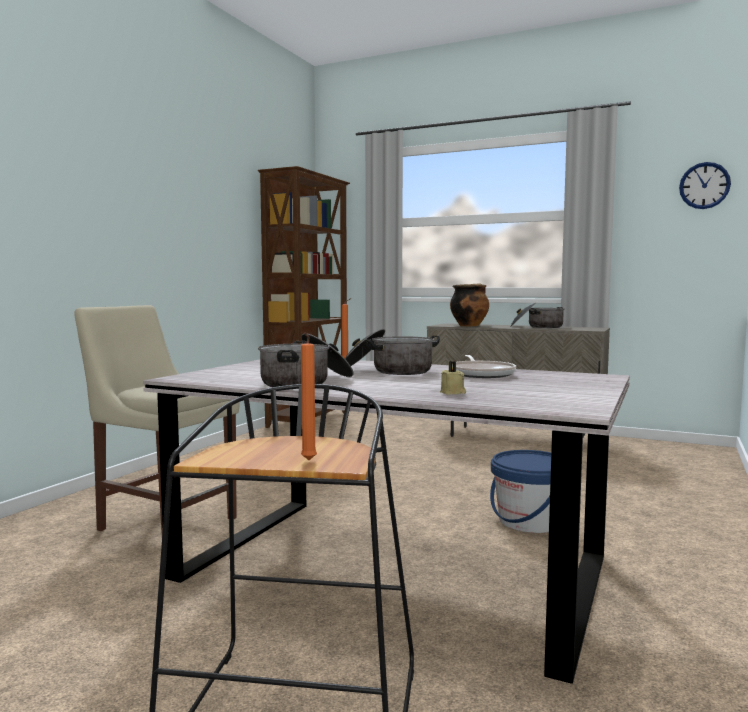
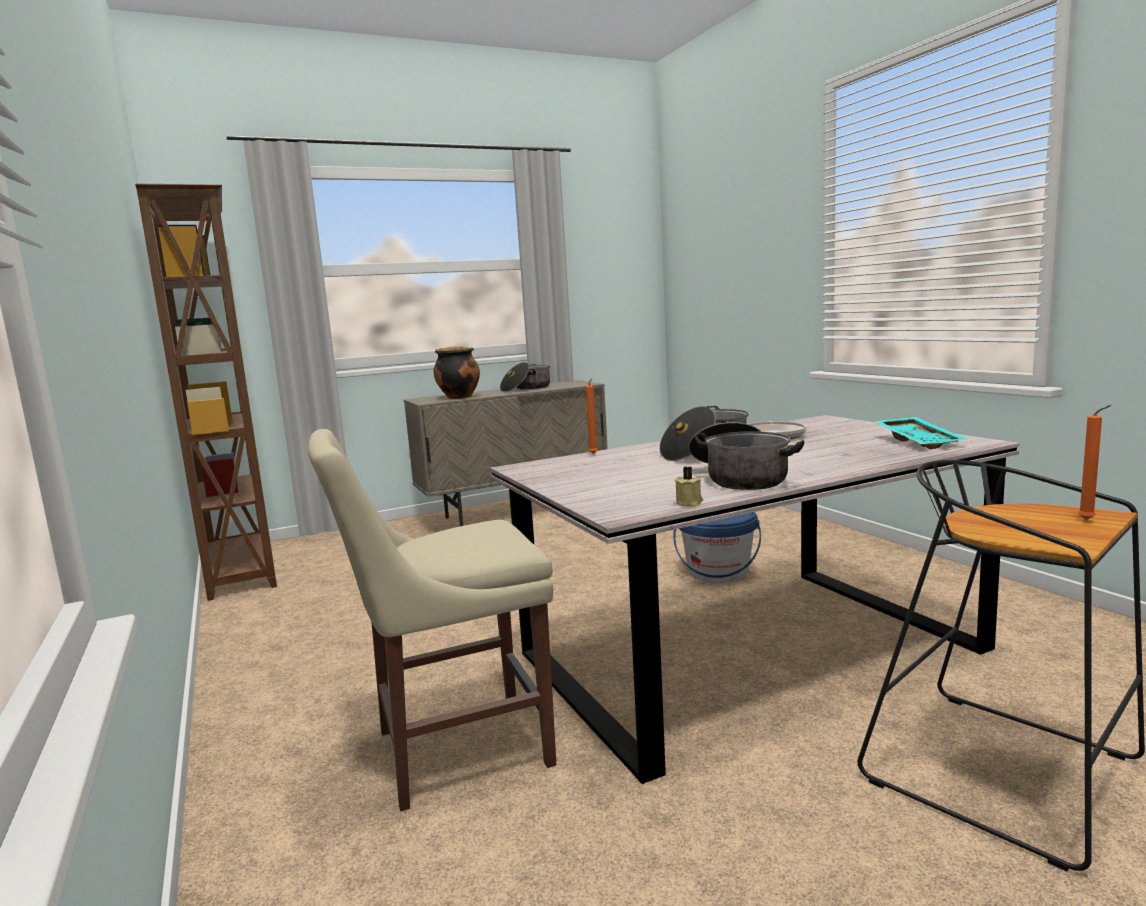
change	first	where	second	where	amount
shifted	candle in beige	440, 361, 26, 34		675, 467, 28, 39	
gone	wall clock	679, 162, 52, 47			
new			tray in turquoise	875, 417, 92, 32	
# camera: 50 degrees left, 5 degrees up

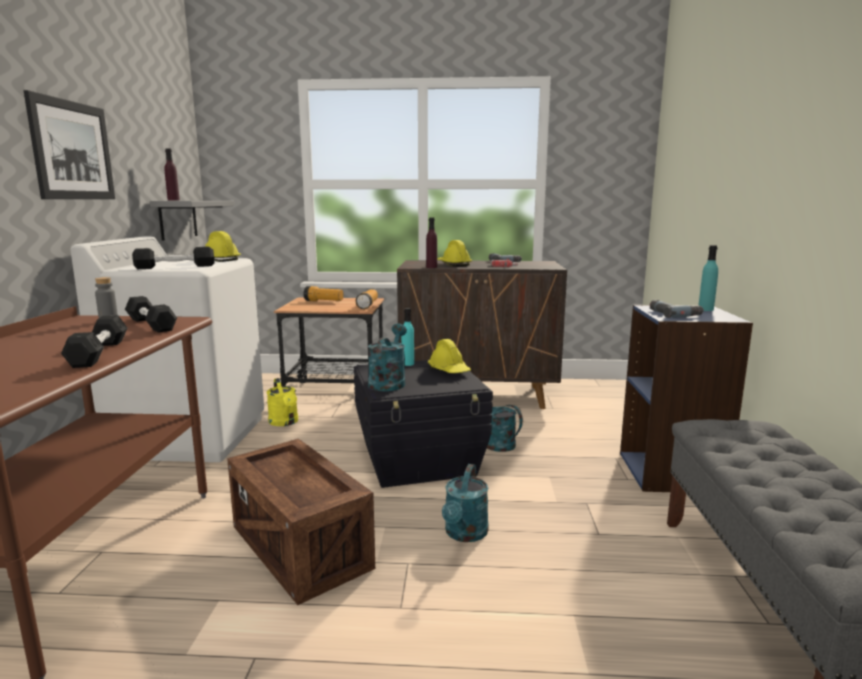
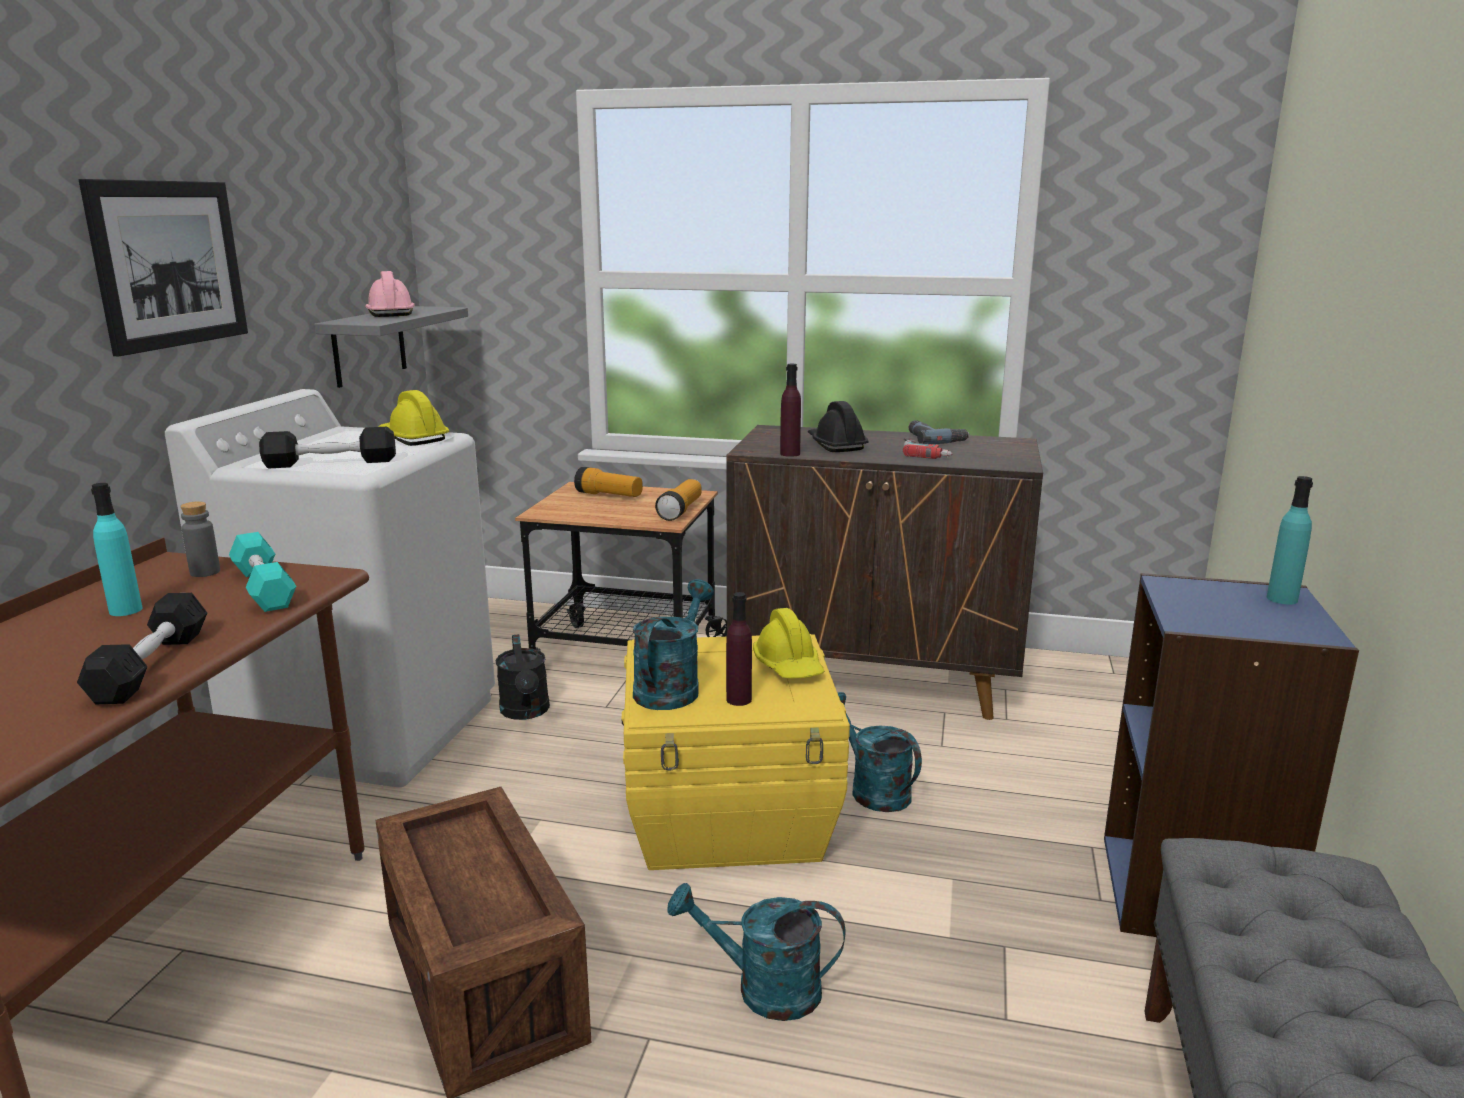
change	first	where	second	where	amount
repainted	dumbbell in black	125, 296, 52, 37	dumbbell in turquoise	229, 532, 67, 80	
shifted	bottle in purple	164, 148, 16, 53		726, 592, 26, 114	
repainted	watering can in yellow	266, 378, 32, 48	watering can in black	496, 634, 54, 86	
repainted	storage box in black	354, 360, 139, 128	storage box in yellow	622, 634, 228, 236	
shifted	bottle in turquoise	401, 308, 13, 58		91, 483, 52, 133	
repainted	hard hat in yellow	437, 240, 35, 27	hard hat in black	808, 401, 61, 51	
rotated	watering can in turquoise	442, 464, 47, 78		668, 883, 177, 138	75 degrees clockwise
gone	power drill	650, 300, 54, 18			
new			hard hat in pink	365, 271, 50, 46	
# camera: 10 degrees right, 5 degrees up

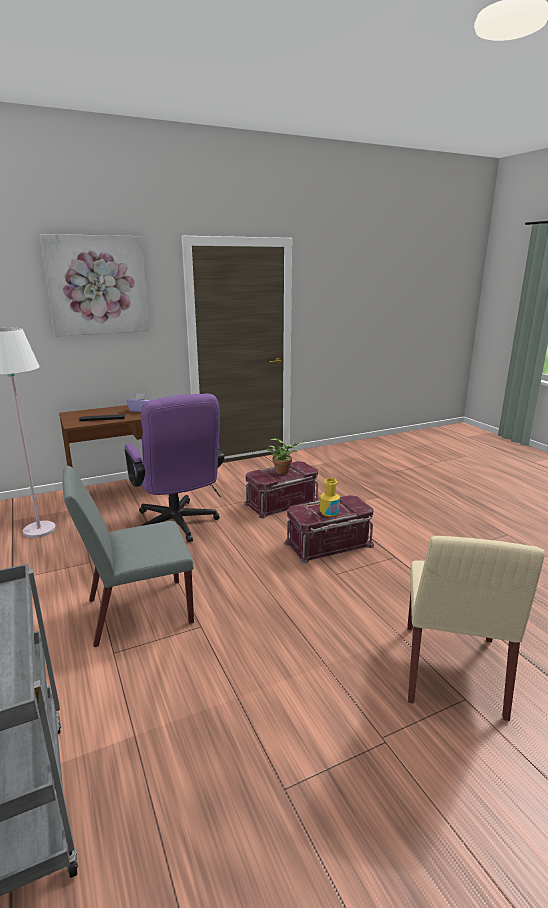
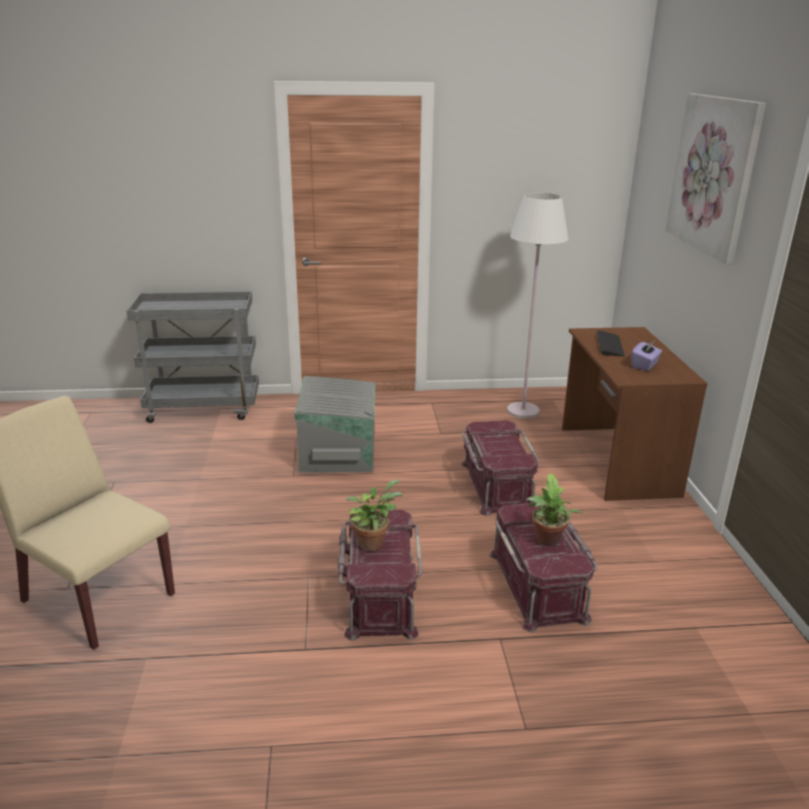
change	first	where	second	where	amount
swapped	chair in grey	62, 466, 132, 181	storage box in grey	295, 376, 80, 96	
swapped	office chair in purple	124, 394, 100, 148	storage box in red	462, 420, 77, 96	
swapped	bottle in yellow	320, 478, 20, 39	potted plant	346, 480, 56, 71	
# camera: 110 degrees right, 5 degrees up

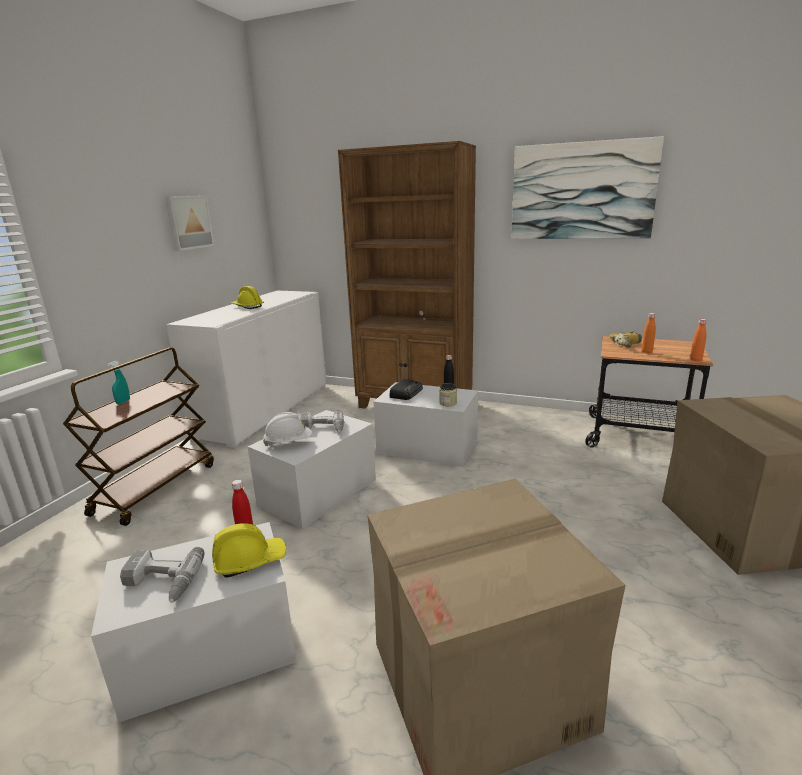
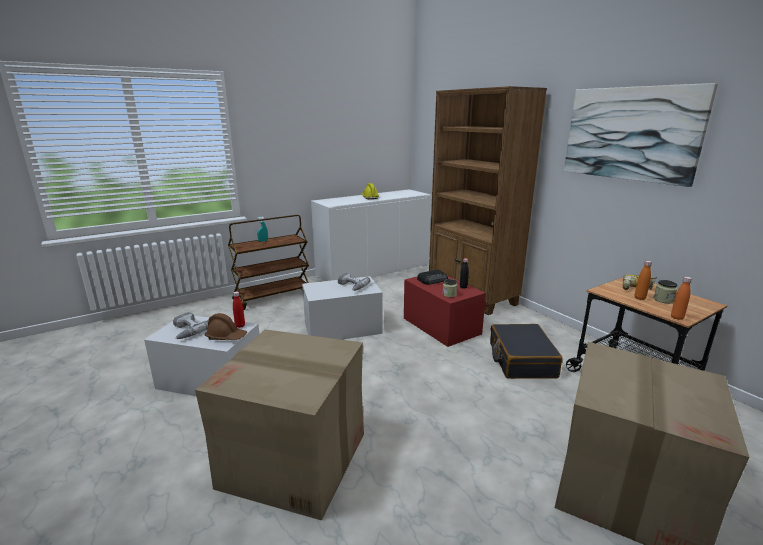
change	first	where	second	where	amount
gone	picture	165, 195, 50, 56			
repainted	hard hat in yellow	212, 523, 74, 54	hard hat in brown	205, 313, 42, 27	
gone	hard hat in white	263, 412, 49, 34			
repainted	storage box in white	374, 382, 104, 85	storage box in red	404, 276, 82, 71	
new			suitcase in black	490, 324, 73, 55	
new			jar	654, 280, 23, 24	
# camera: 35 degrees right, 0 degrees up

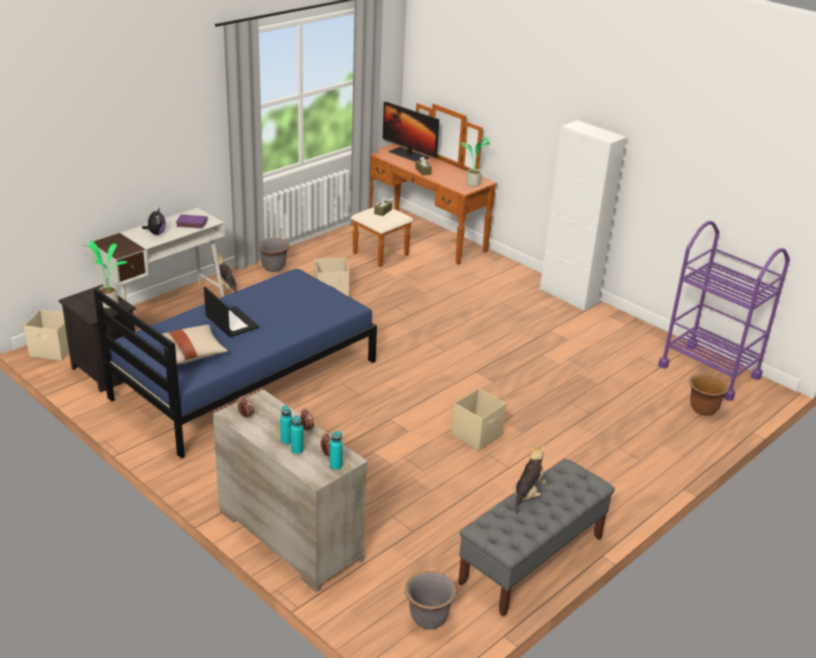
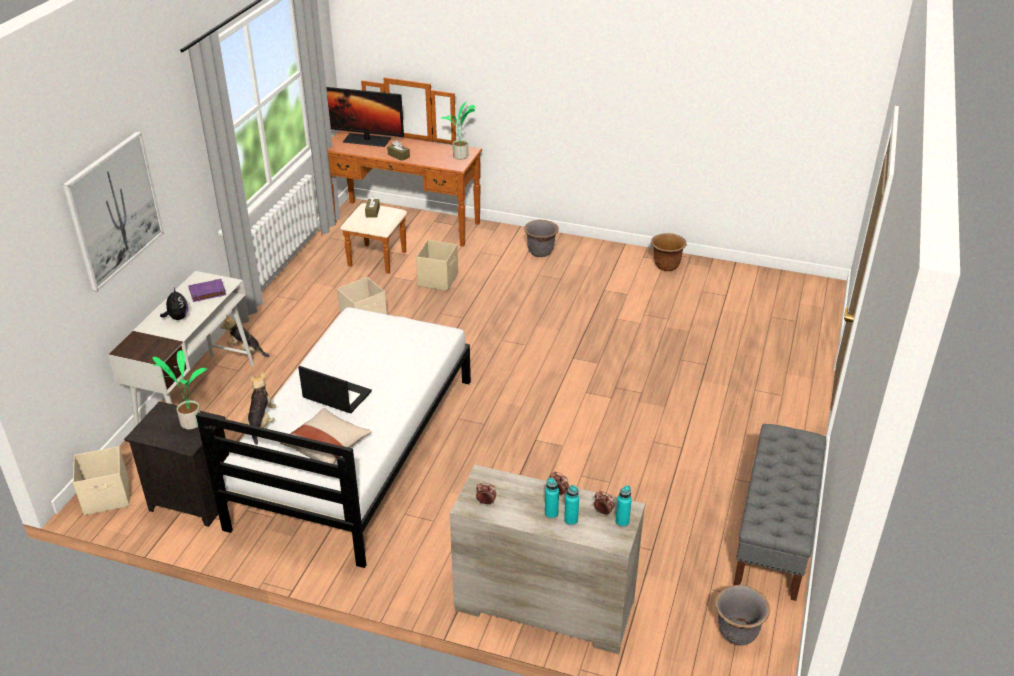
change	first	where	second	where	amount
repainted	bed in blue	93, 269, 284, 189	bed in white	196, 307, 275, 261	
shifted	planter in grey	257, 238, 33, 34		524, 220, 35, 37	
shifted	storage box in beige	452, 388, 54, 63		416, 240, 42, 51	
shifted	plush toy	513, 445, 33, 69		246, 372, 30, 73	
gone	cabinet in white	540, 120, 87, 191			
gone	cart in purple	658, 221, 132, 180			
shifted	planter in brown	689, 374, 40, 42		651, 233, 36, 38	
new			picture	62, 132, 102, 160	
# camera: 25 degrees left, 5 degrees up

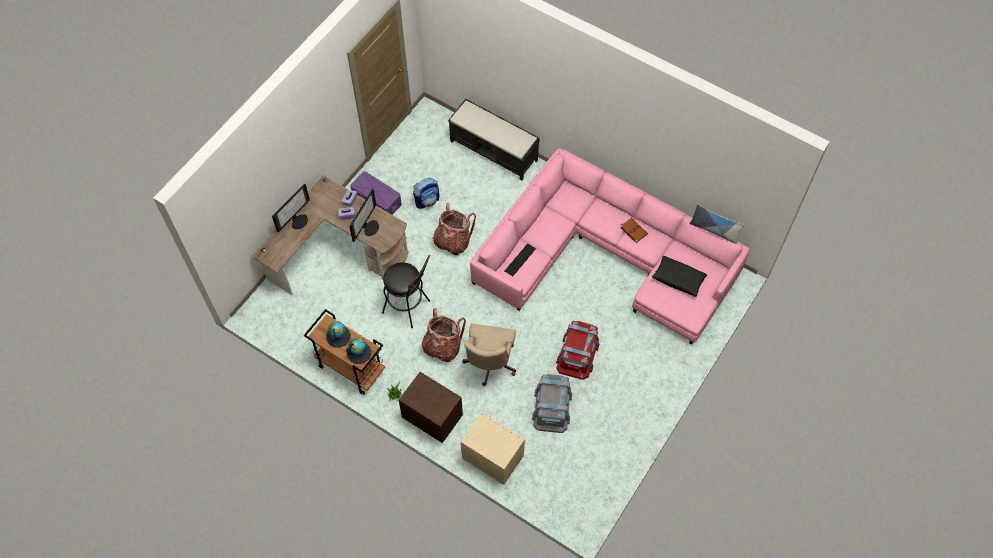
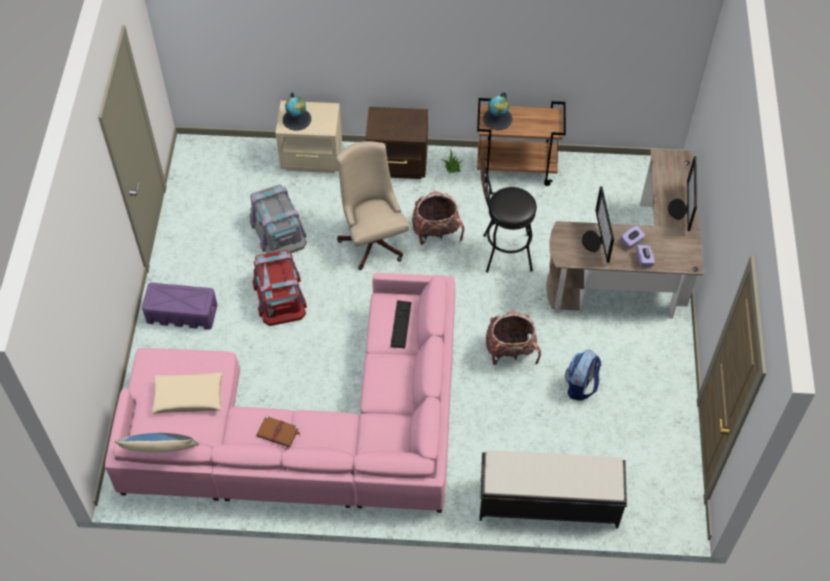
change	first	where	second	where	amount
shifted	globe	326, 321, 25, 27		283, 93, 28, 38	
shifted	storage box in purple	350, 171, 52, 44		142, 283, 75, 47	
repainted	pillow in black	652, 256, 55, 41	pillow in beige	152, 372, 71, 42	
# camera: 150 degrees right, 5 degrees down

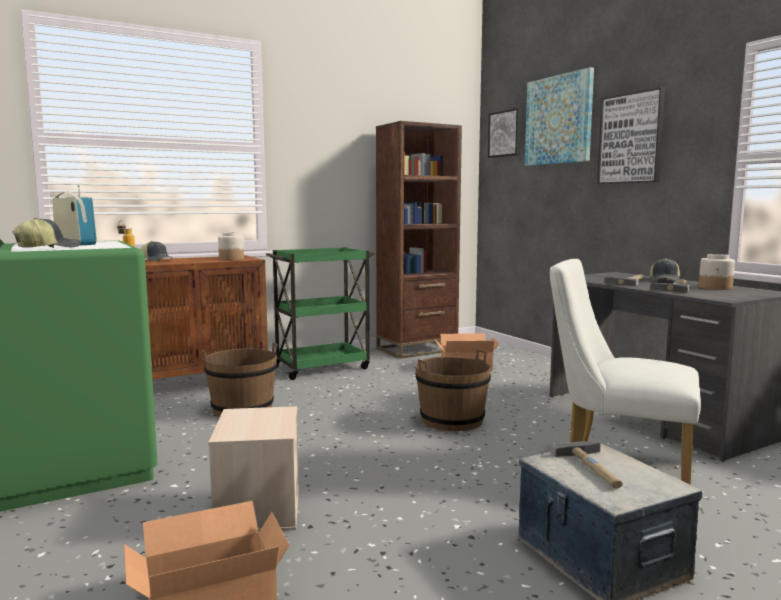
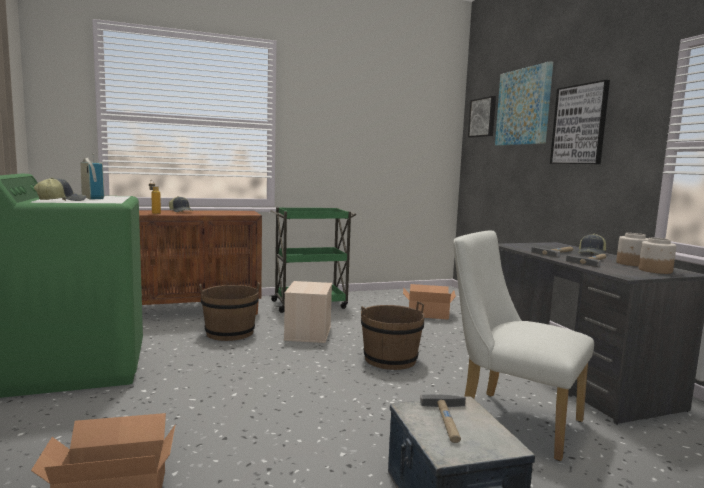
change	first	where	second	where	amount
shifted	storage box in beige	208, 406, 91, 126		284, 281, 48, 62	
shifted	jar	218, 232, 26, 29		639, 238, 37, 36	
gone	bookcase in brown	376, 121, 86, 238			
# camera: 10 degrees right, 0 degrees up

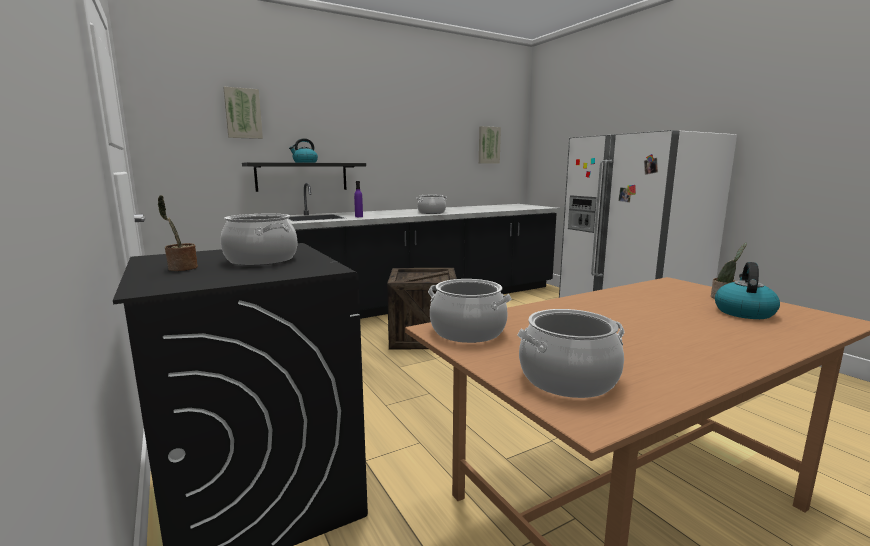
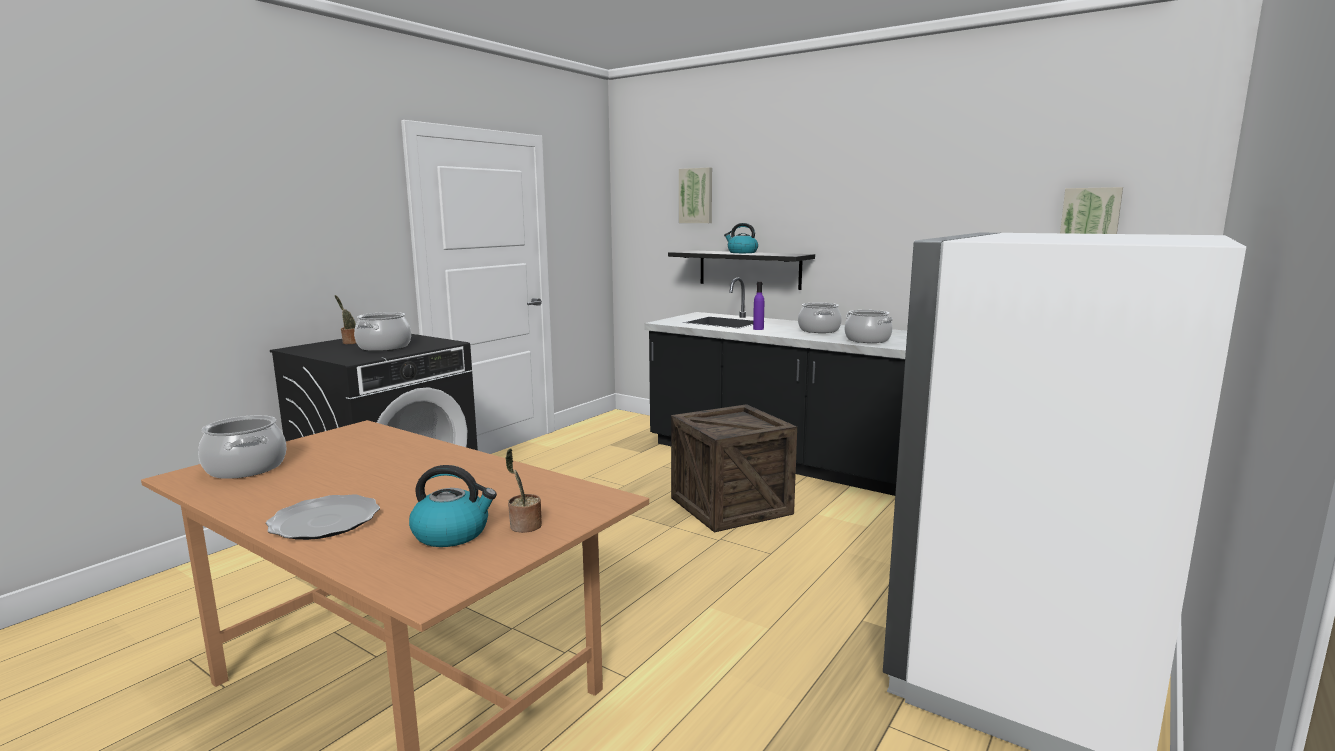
change	first	where	second	where	amount
shifted	cooking pot	428, 279, 84, 64		798, 303, 44, 30	
new			plate	266, 494, 114, 46	
# camera: 65 degrees right, 0 degrees up

